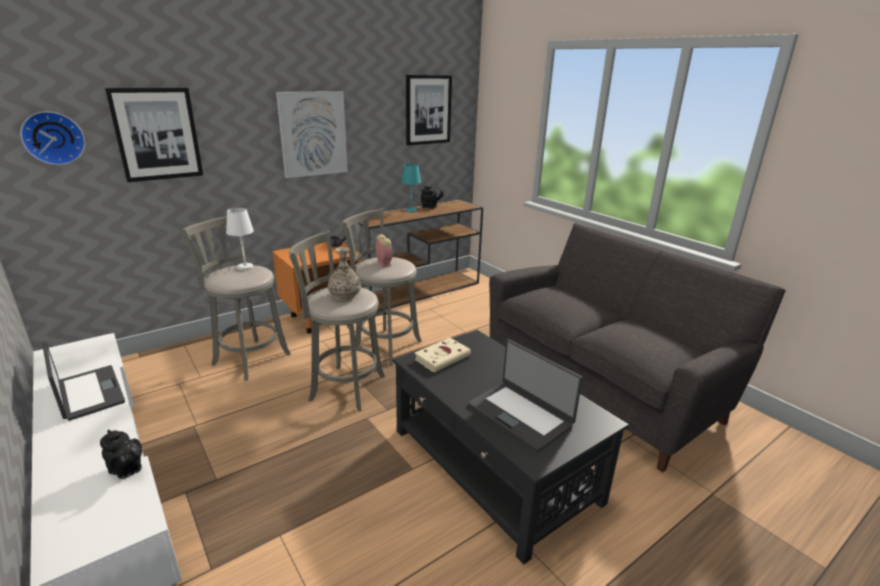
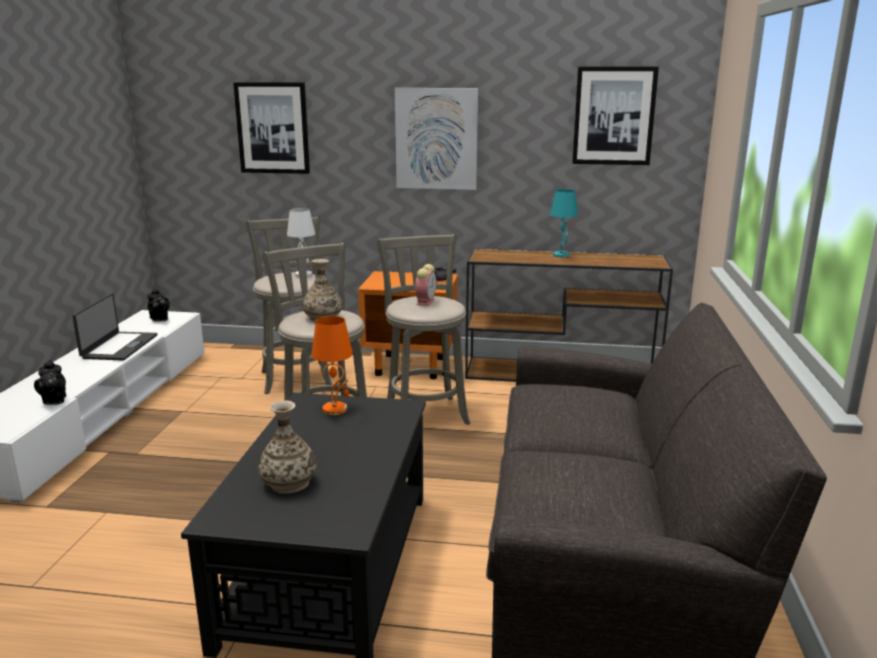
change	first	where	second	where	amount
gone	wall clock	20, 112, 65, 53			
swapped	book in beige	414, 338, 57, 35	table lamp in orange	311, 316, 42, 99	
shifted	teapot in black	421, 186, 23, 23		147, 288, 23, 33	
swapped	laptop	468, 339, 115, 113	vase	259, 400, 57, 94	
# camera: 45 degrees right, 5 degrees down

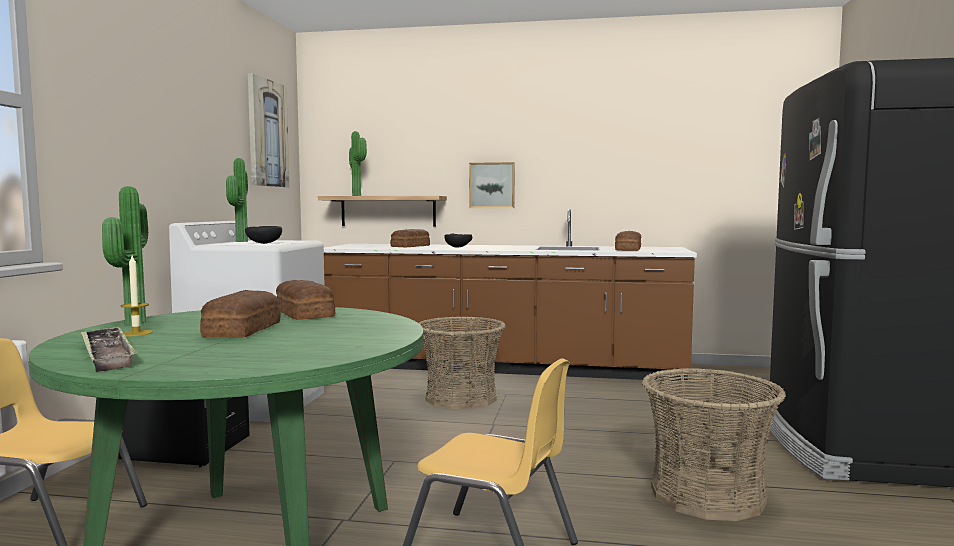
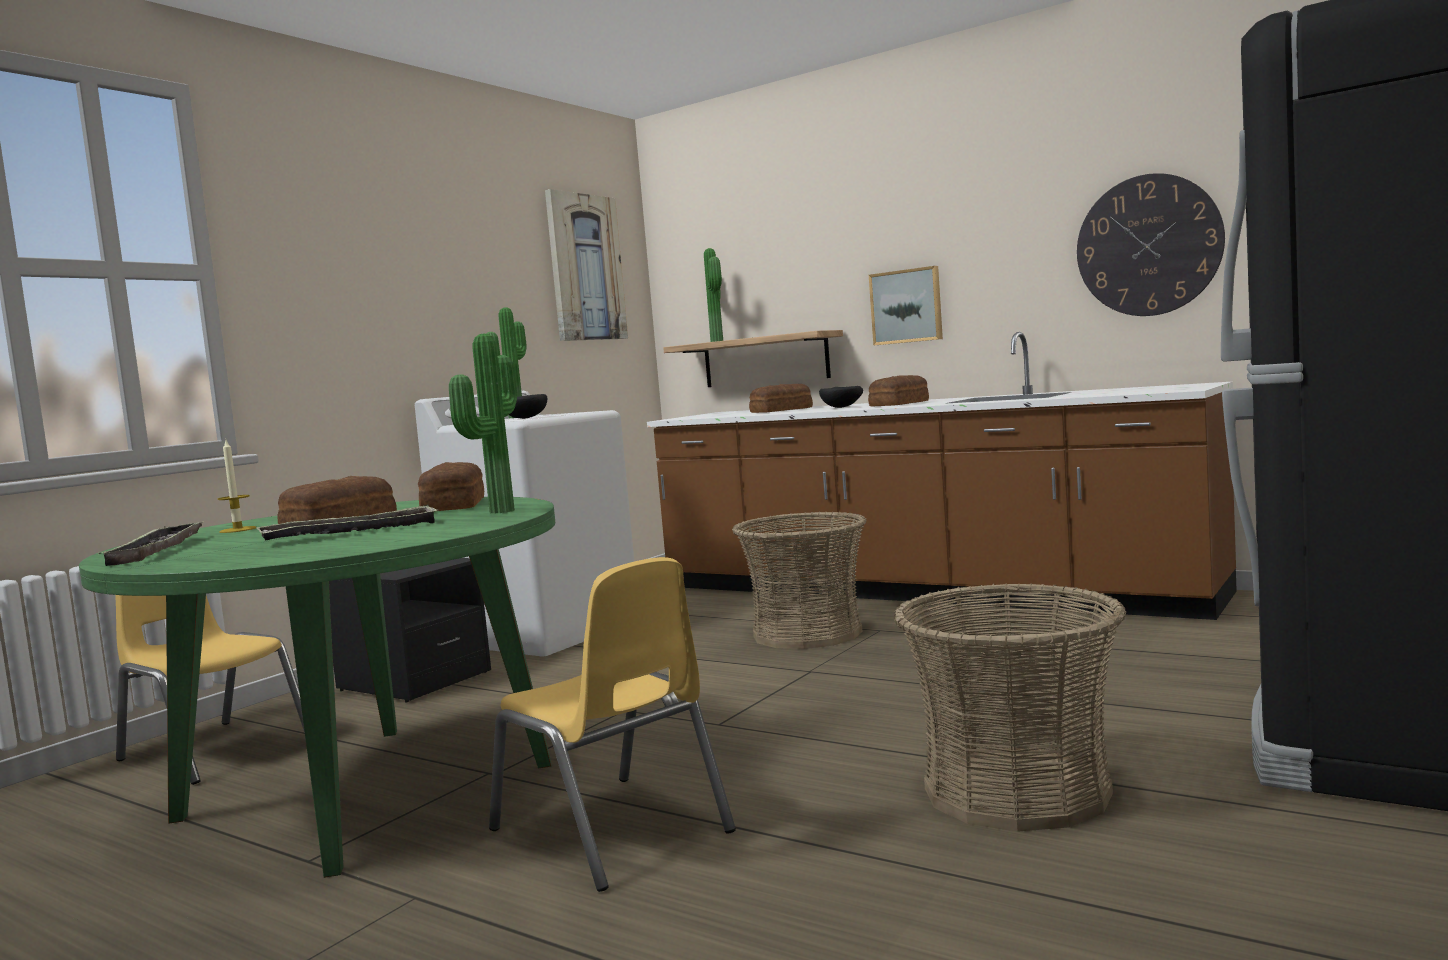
change	first	where	second	where	amount
shifted	potted plant	102, 186, 46, 138		449, 334, 68, 180	
shifted	bread	615, 231, 26, 20		868, 375, 61, 32	
new			tray	256, 505, 182, 36	
new			wall clock	1077, 173, 148, 143	
# camera: 25 degrees right, 0 degrees up

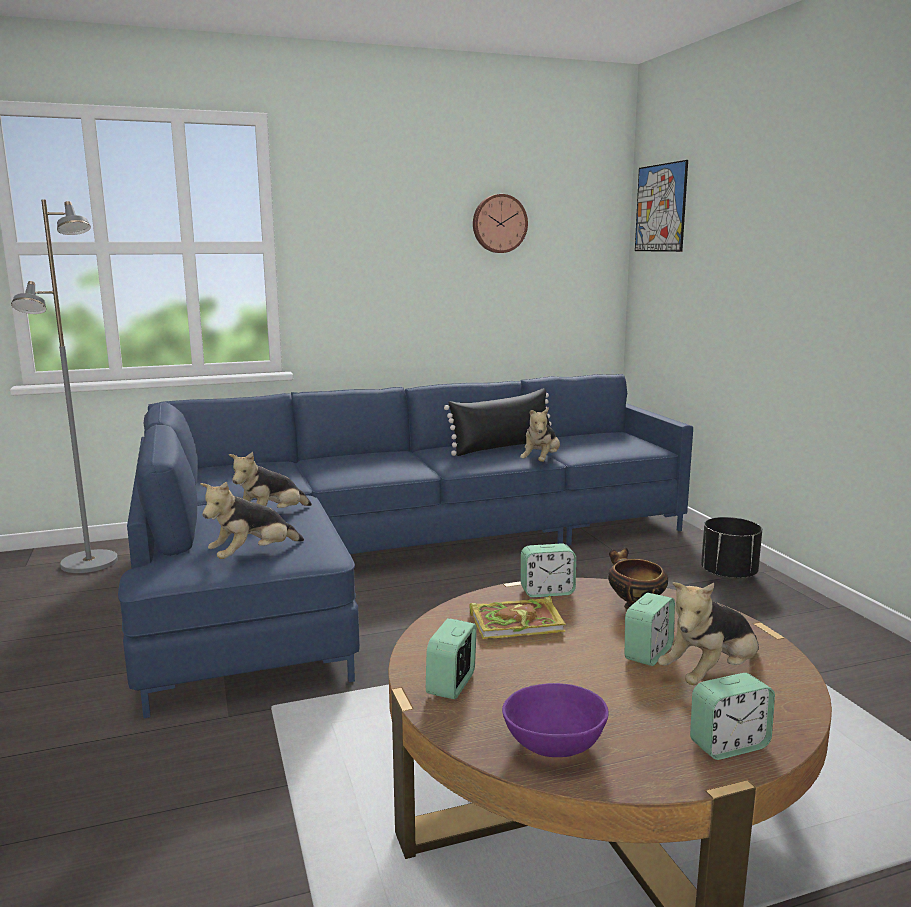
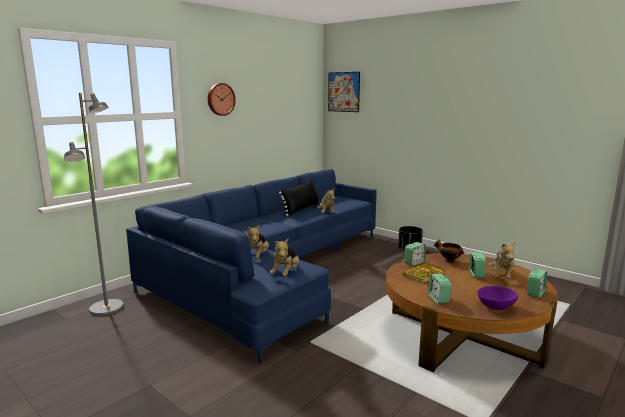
change	first	where	second	where	amount
shifted	wall clock	473, 194, 55, 59		208, 83, 28, 33	
# camera: 30 degrees left, 0 degrees up

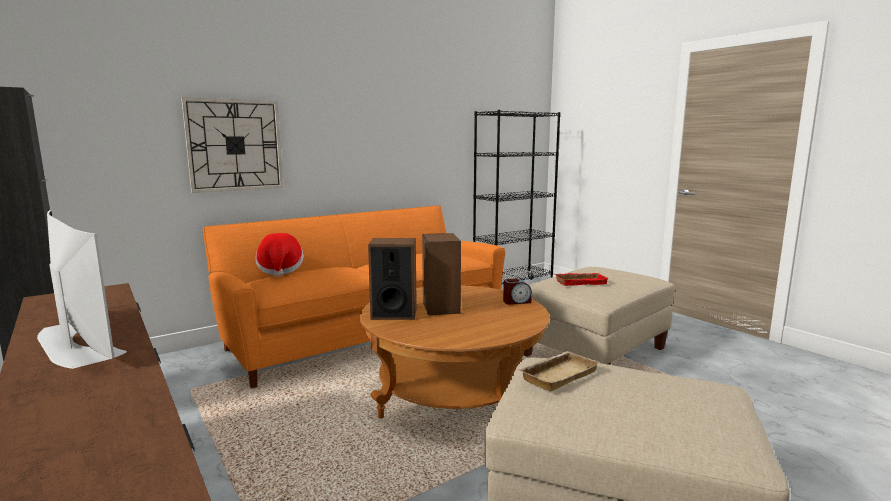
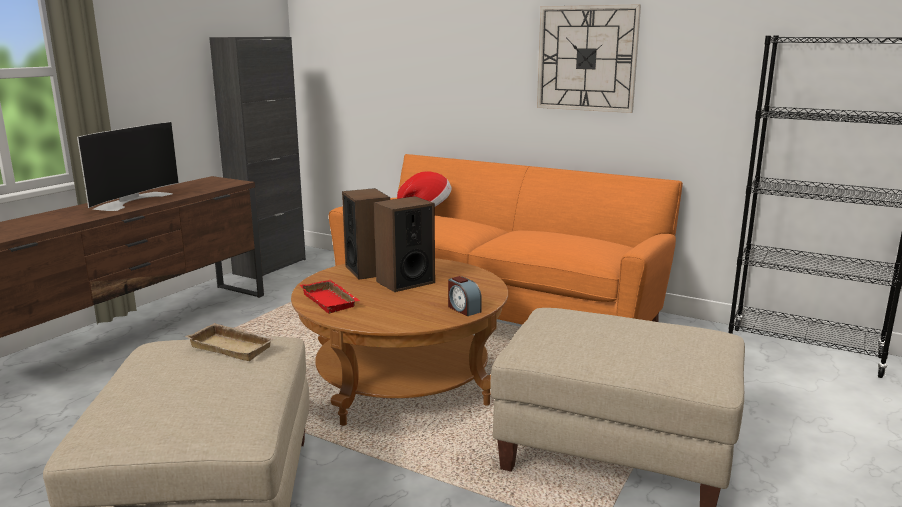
change	first	where	second	where	amount
shifted	wall clock	181, 97, 102, 96		537, 4, 104, 109	
shifted	tray in red	554, 273, 55, 13		300, 280, 60, 34	
# camera: 65 degrees right, 5 degrees up

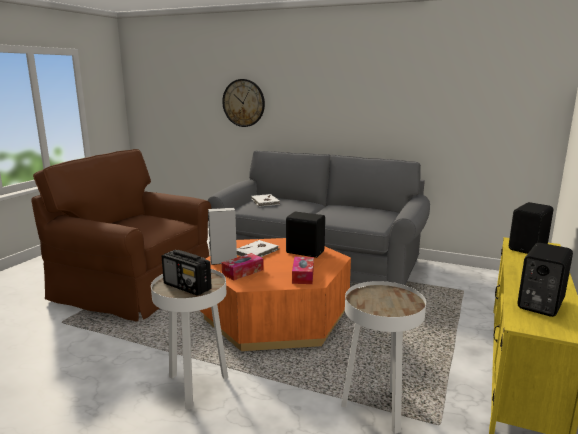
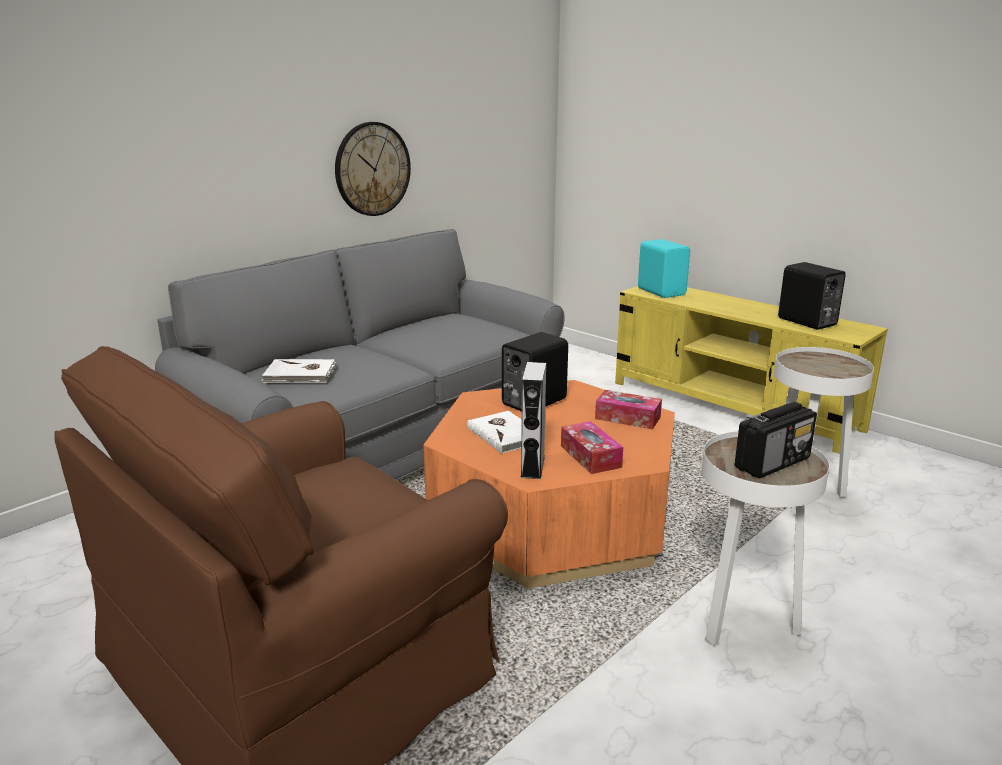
change	first	where	second	where	amount
shifted	wall clock	222, 79, 43, 48		335, 122, 76, 94	
repainted	speaker in black	509, 202, 44, 52	speaker in turquoise	638, 239, 52, 59	
# camera: 70 degrees left, 5 degrees up

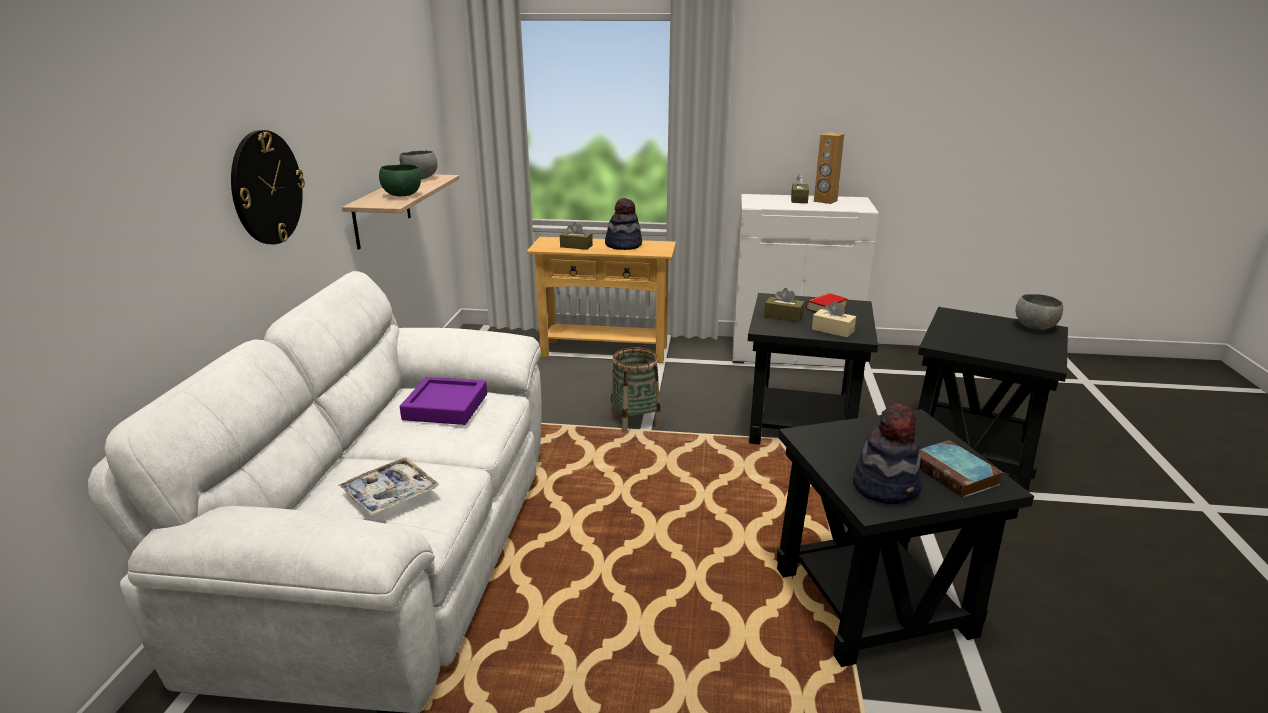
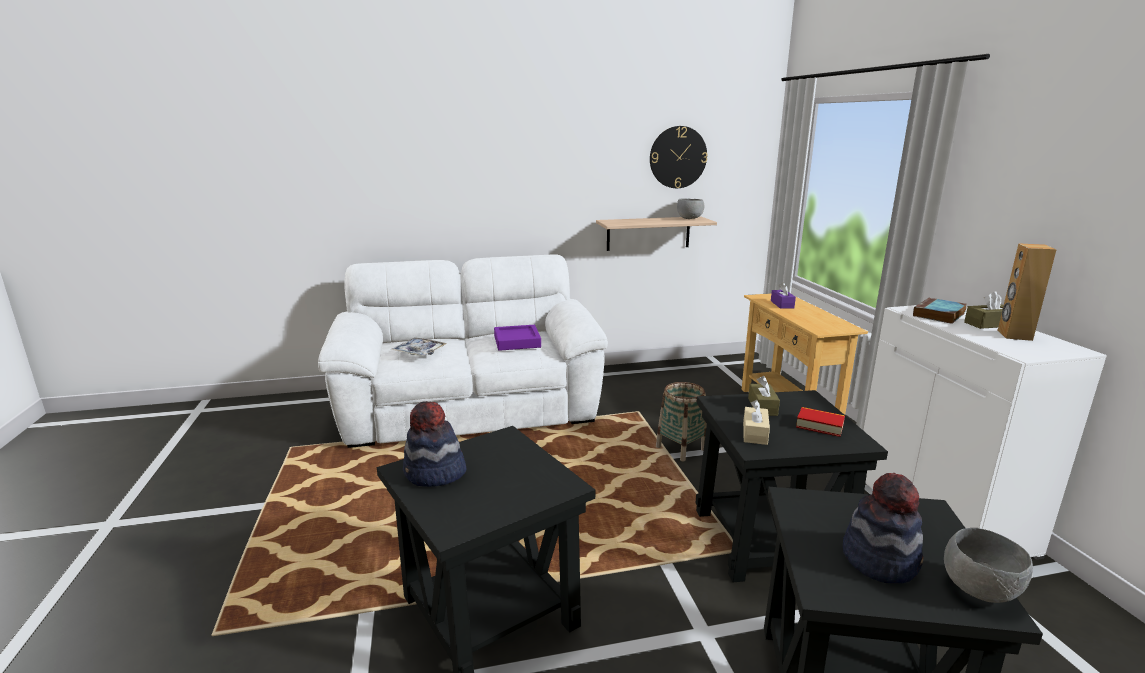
change	first	where	second	where	amount
shifted	wall clock	231, 130, 74, 114		650, 126, 58, 62	
gone	bowl in green	379, 164, 42, 32			
repainted	tissue box in brown	560, 222, 33, 28	tissue box in purple	771, 282, 25, 27	
shifted	hat	605, 198, 37, 52		843, 473, 81, 110	
shifted	book	919, 440, 84, 58		913, 297, 54, 27	
# camera: 70 degrees right, 5 degrees down

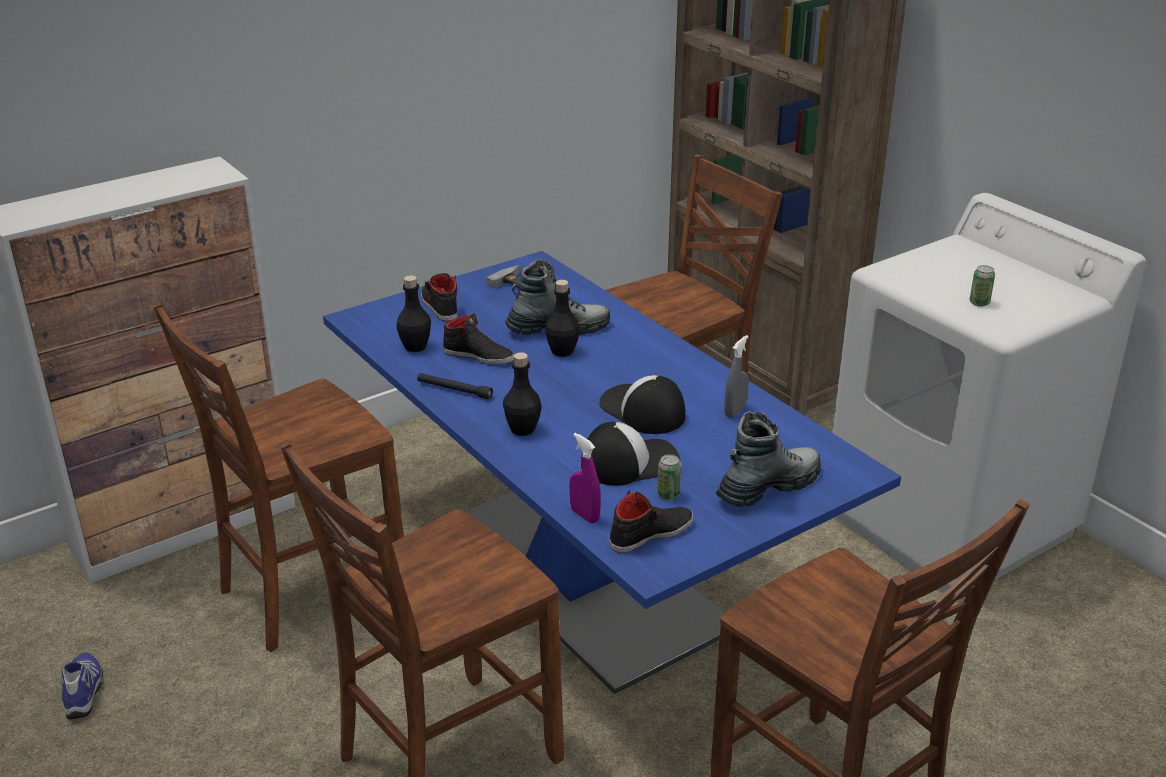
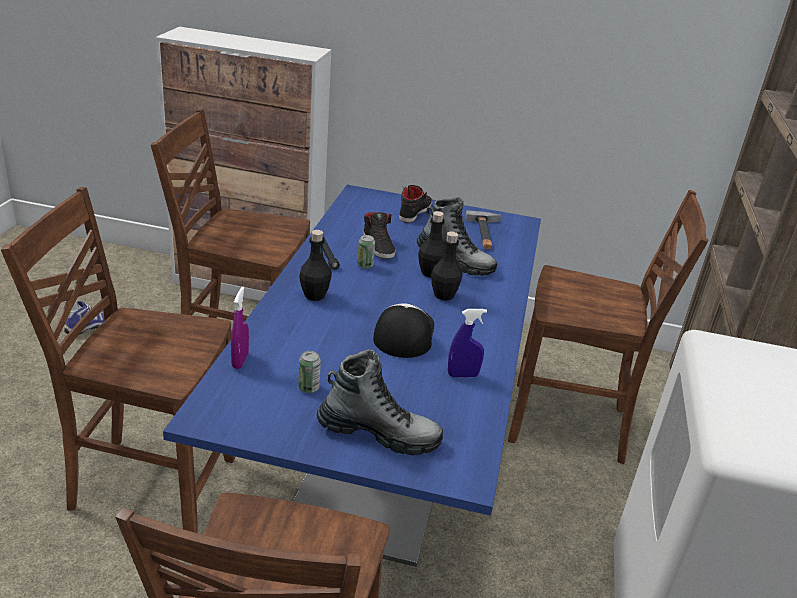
change	first	where	second	where	amount
shifted	bottle in black	396, 275, 35, 77		431, 232, 32, 68	
gone	cap	581, 422, 99, 64			
gone	shoe in black	609, 490, 84, 63			
repainted	spray bottle in grey	724, 335, 25, 83	spray bottle in blue	448, 309, 39, 68	
shifted	can	970, 265, 25, 42		357, 235, 18, 34	
# camera: 45 degrees right, 0 degrees up

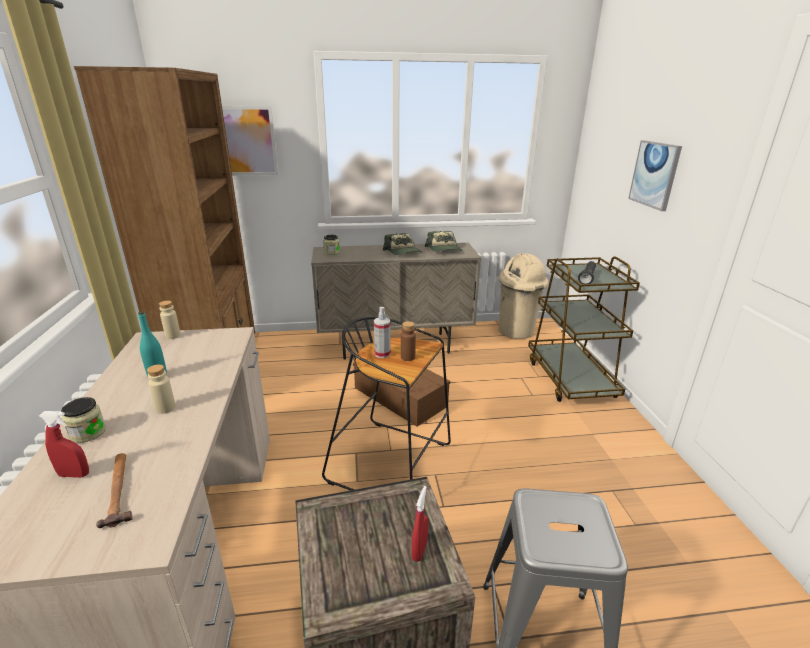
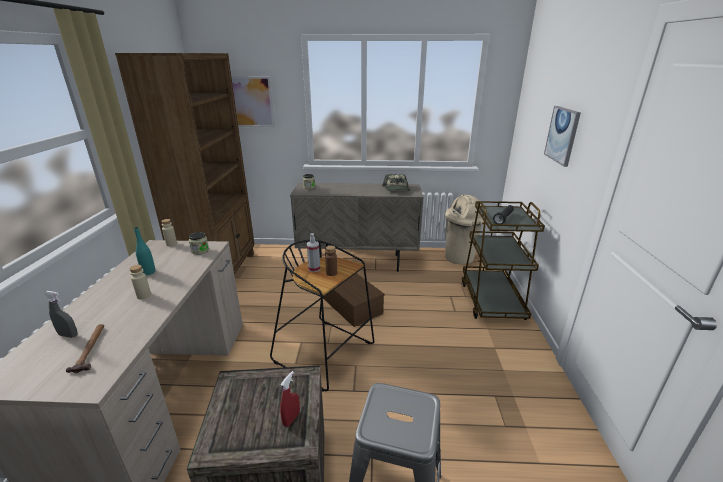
change	first	where	second	where	amount
repainted	spray bottle in red	39, 411, 50, 67	spray bottle in grey	44, 291, 34, 47	
shifted	jar	61, 397, 45, 46		189, 232, 20, 23	
gone	cap	383, 233, 39, 22			
# camera: 10 degrees right, 0 degrees up

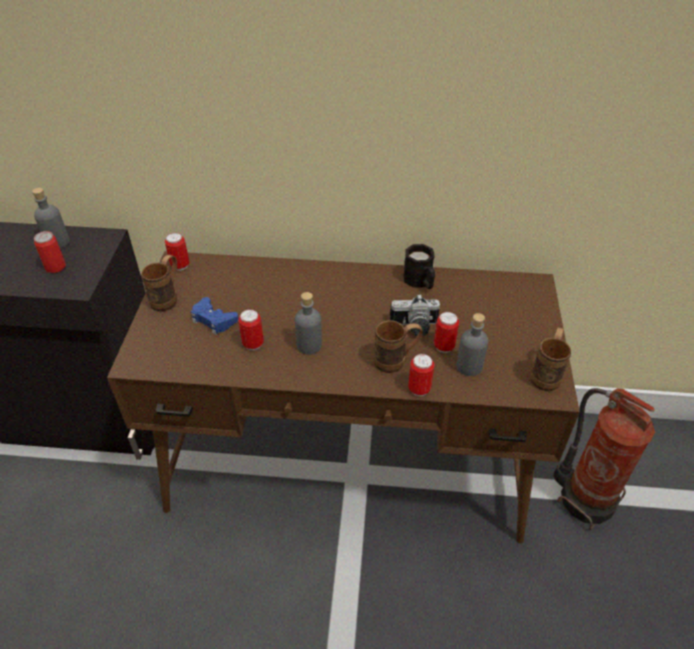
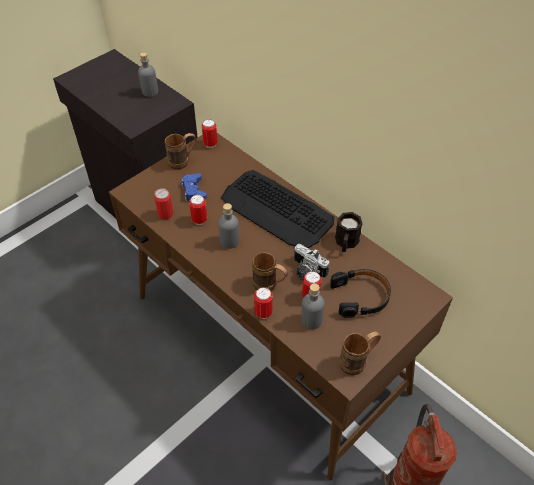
change	first	where	second	where	amount
shifted	can	34, 231, 32, 42		154, 188, 19, 31	
new			keyboard	221, 170, 113, 78	
new			headphones in black	330, 269, 61, 49	
# camera: 40 degrees right, 5 degrees up

